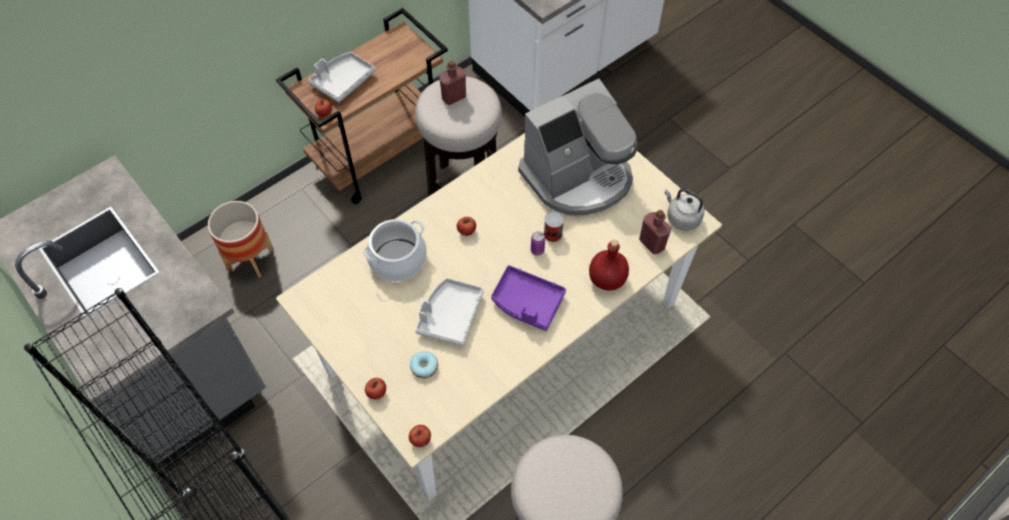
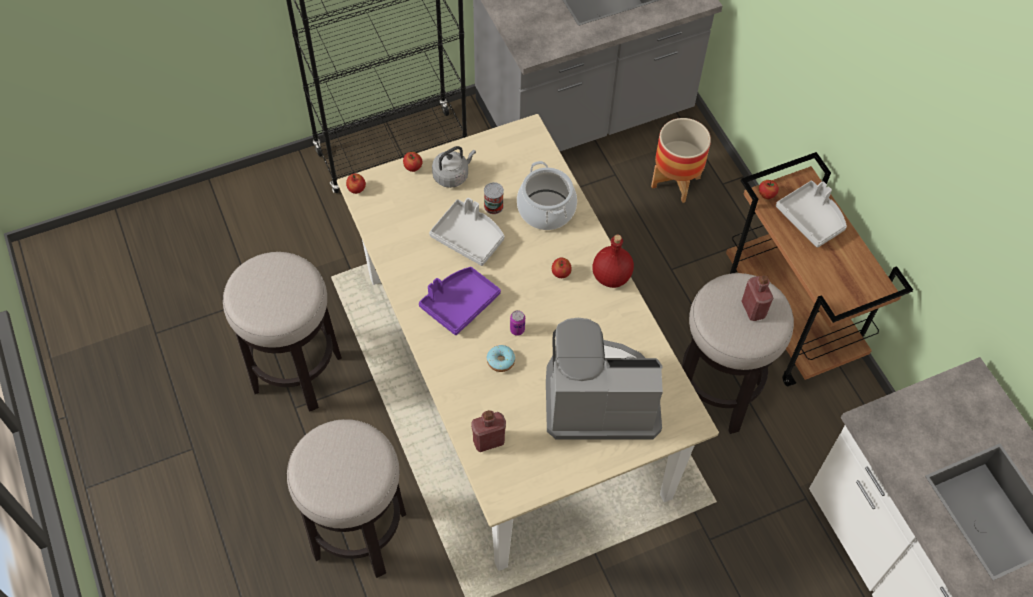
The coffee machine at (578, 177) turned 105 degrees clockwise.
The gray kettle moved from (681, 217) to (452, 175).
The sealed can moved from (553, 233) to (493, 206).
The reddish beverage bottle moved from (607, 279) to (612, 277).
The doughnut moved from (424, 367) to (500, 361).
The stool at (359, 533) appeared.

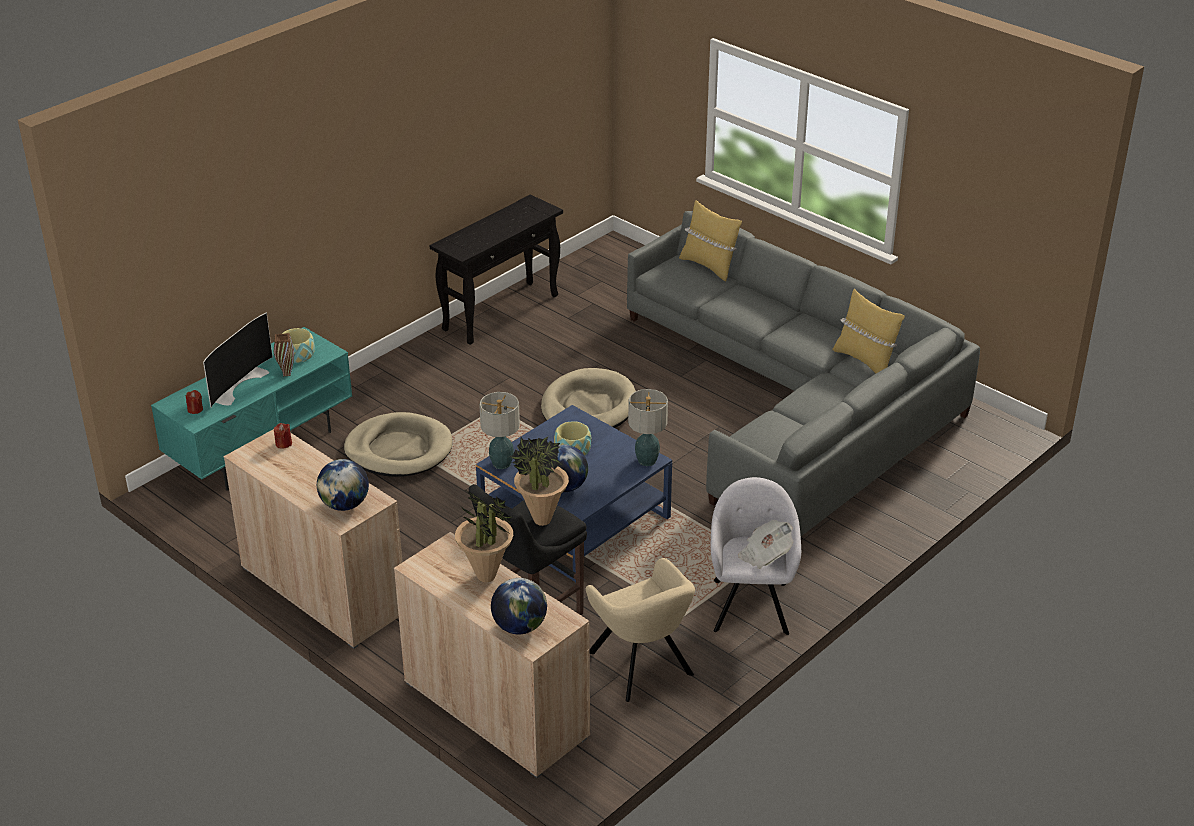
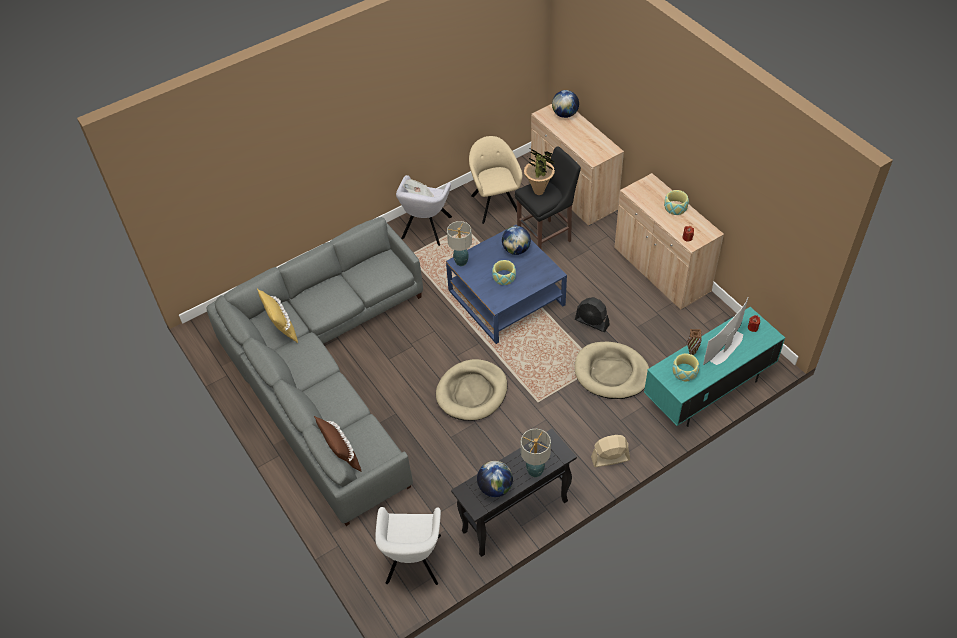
The yellowish cushion at (709, 266) became the brownish cushion at (341, 456).
The table lamp moved from (502, 463) to (534, 471).
The desk globe moved from (345, 504) to (495, 487).
The plant in a pot at (486, 576) disappeared.
The bowl at (675, 207) appeared.
The black cooling fan at (592, 322) appeared.
The beige cooling fan at (610, 458) appeared.
The white armchair at (413, 562) appeared.

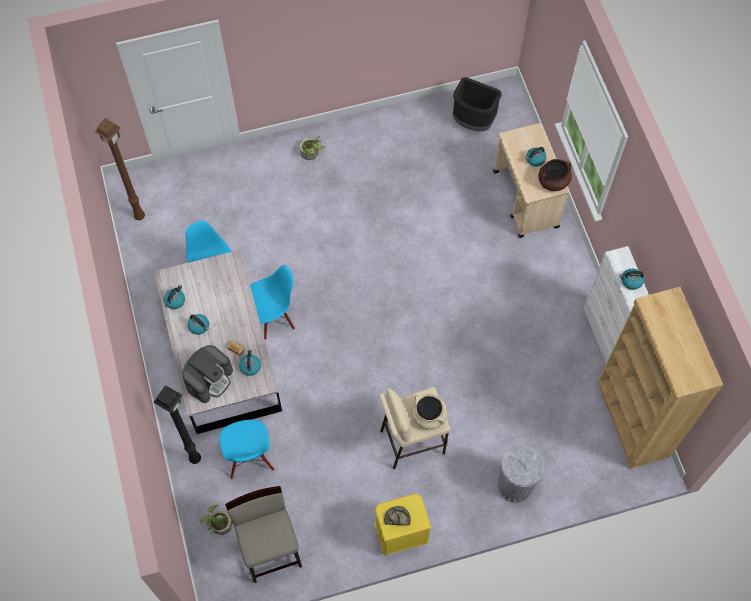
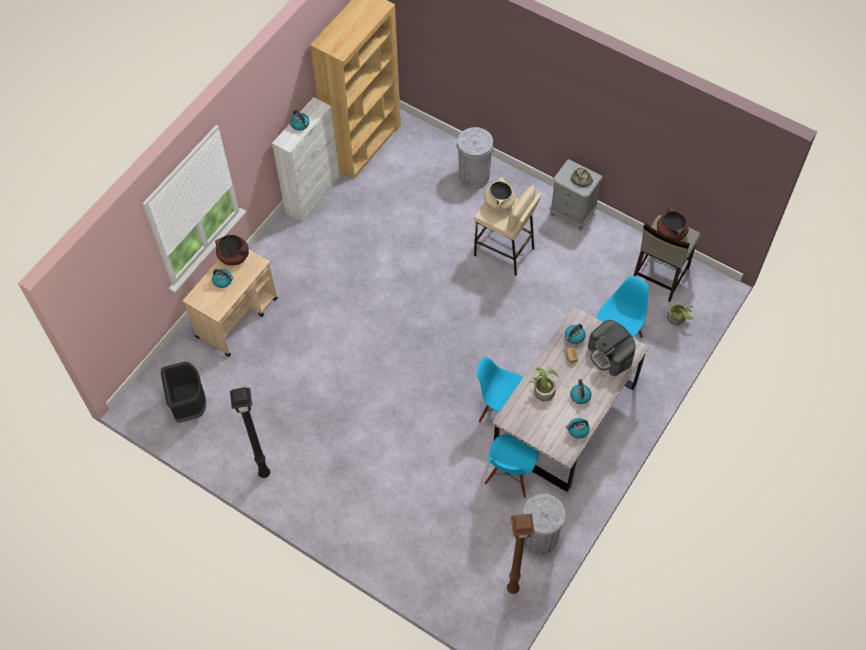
The plant in a pot moved from (311, 153) to (543, 389).
The coffee machine at (209, 379) turned 120 degrees counterclockwise.
The black floor lamp moved from (196, 458) to (263, 473).
The yellowish night table at (400, 535) became the gray night table at (572, 213).
The brownish saucepot at (670, 233) appeared.
The gray rubbish bin at (539, 538) appeared.

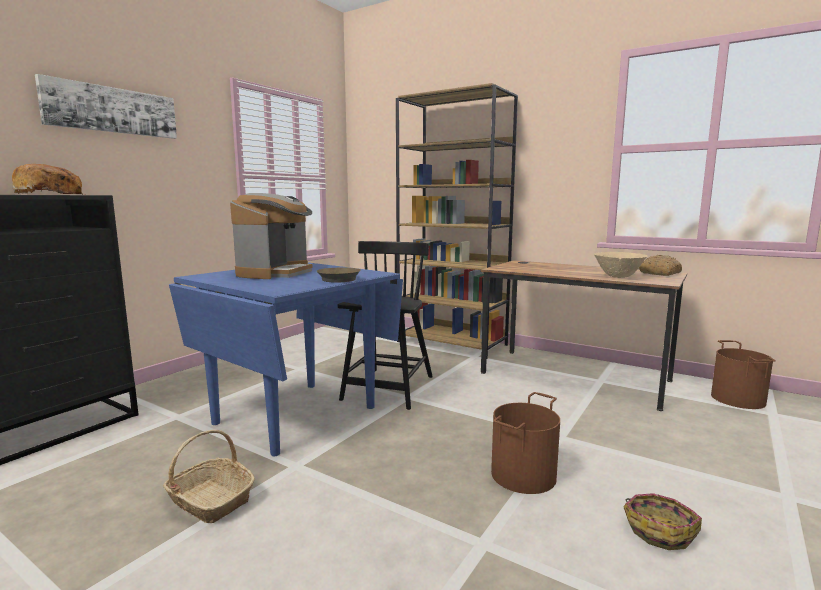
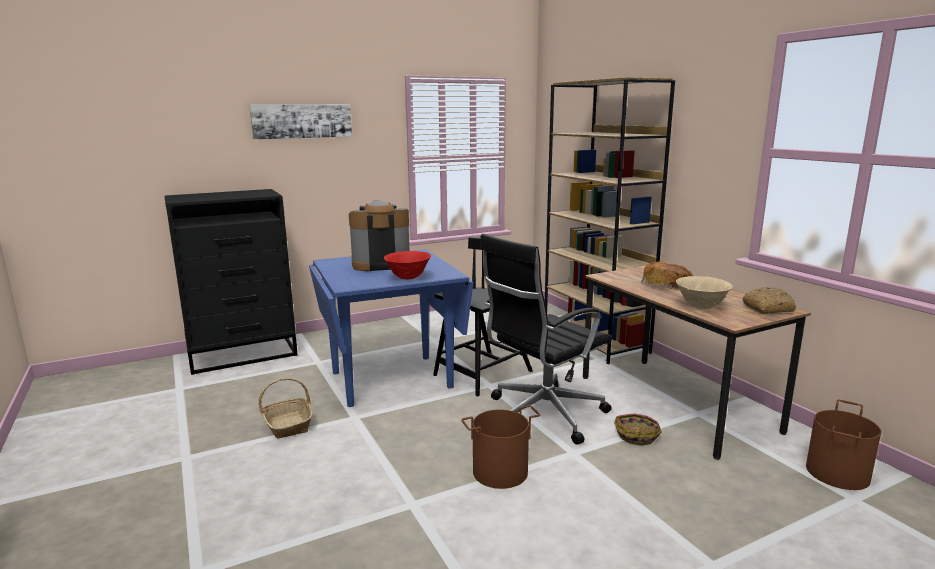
The baked bread moved from (51, 194) to (666, 284).
The coffee machine at (275, 273) turned 150 degrees counterclockwise.
The brownish frying pan at (337, 279) was replaced by the reddish bowl at (408, 278).
The storage basket moved from (659, 530) to (637, 435).
The black desk chair at (542, 415) appeared.

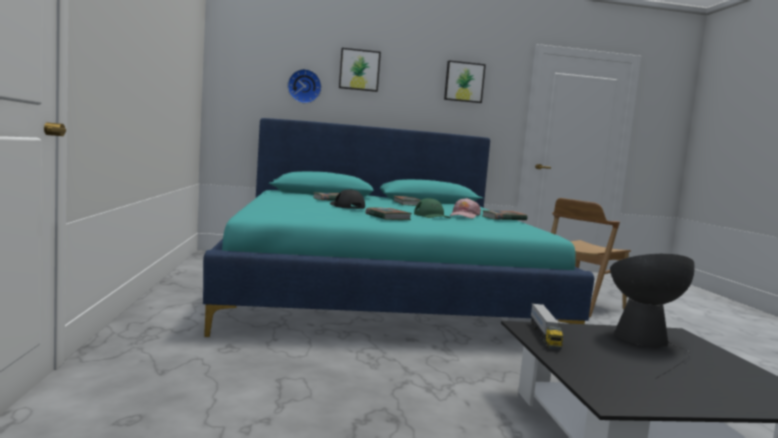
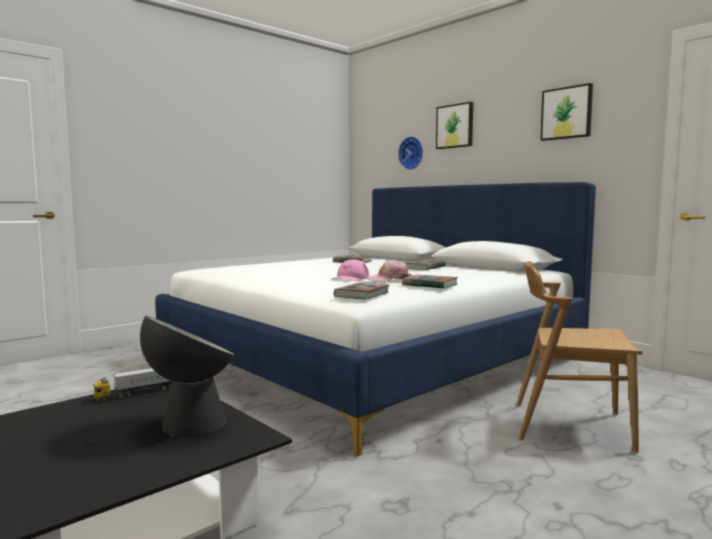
The turquoise-coloured sleeping bed at (379, 291) became the white sleeping bed at (372, 357).
The black baseball cap at (346, 206) disappeared.
The green-coloured baseball cap at (432, 216) became the pink-coloured baseball cap at (350, 278).
The bound book moved from (387, 217) to (362, 295).

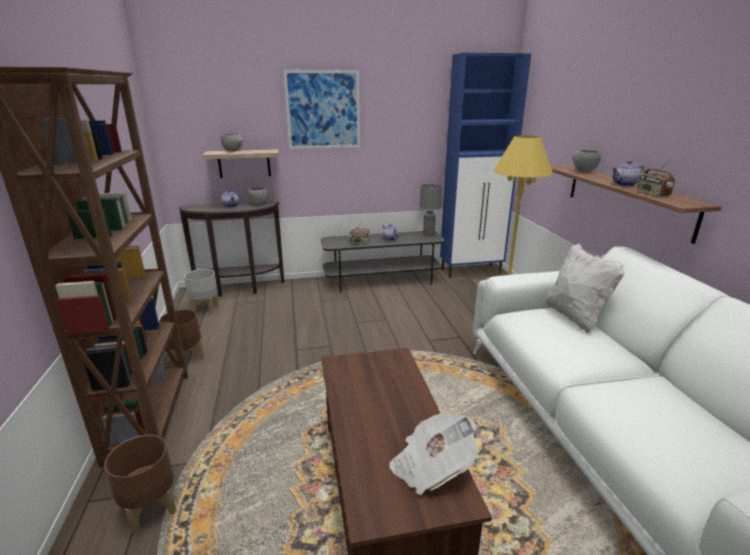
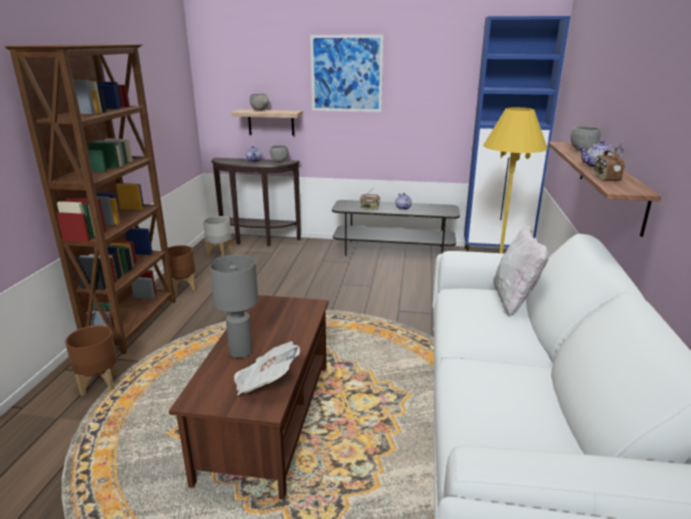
The gray table lamp moved from (428, 234) to (240, 352).

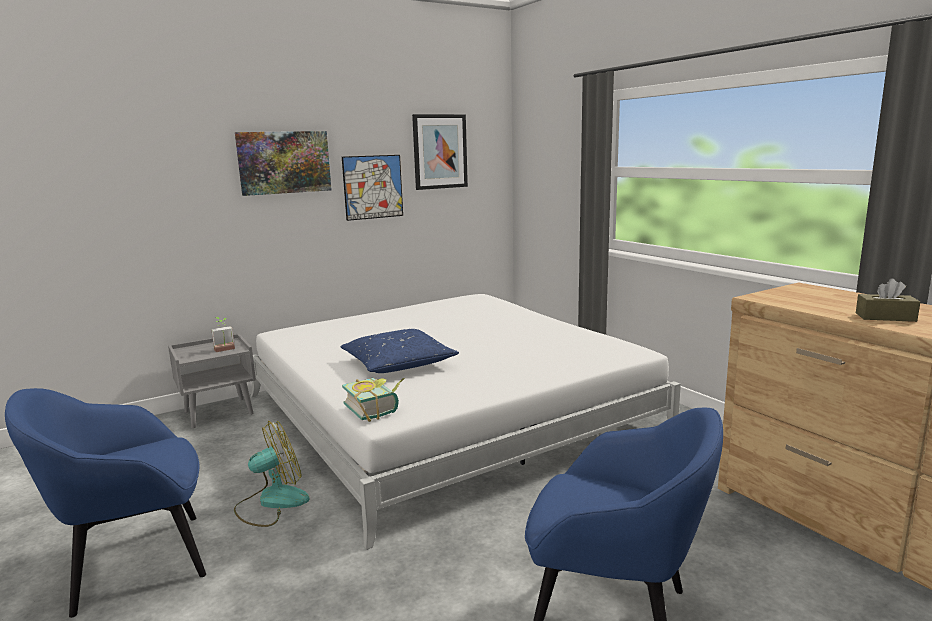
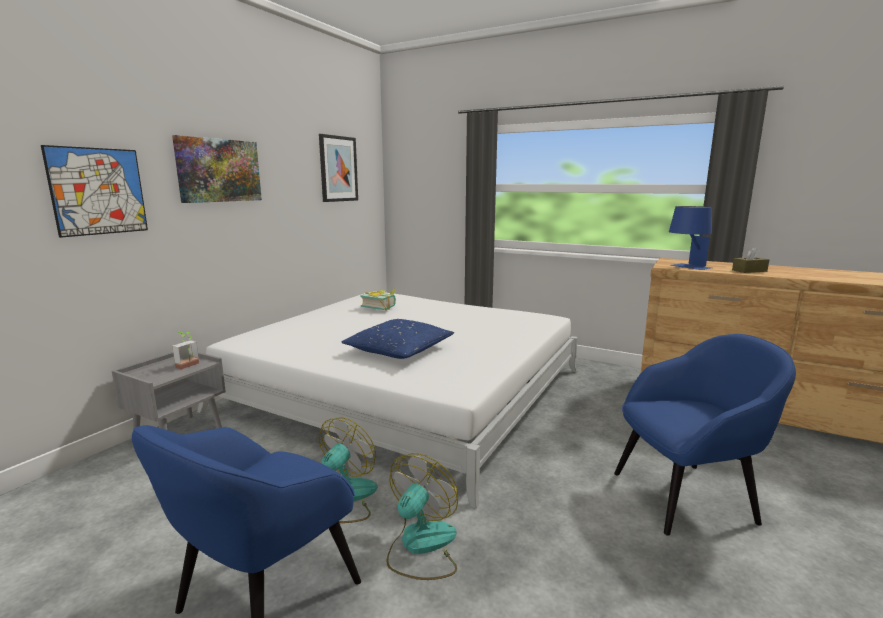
The wall picture moved from (373, 187) to (98, 191).
The bound book moved from (376, 409) to (380, 307).
The blue table lamp at (687, 267) appeared.
The cooling fan at (421, 546) appeared.

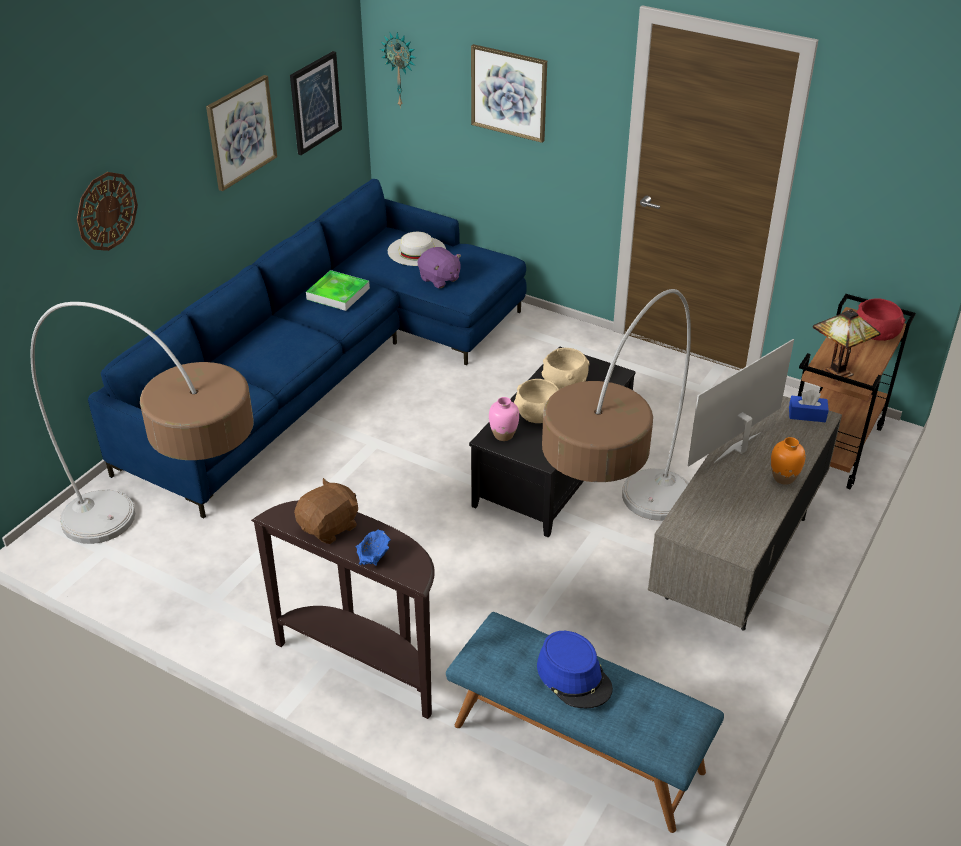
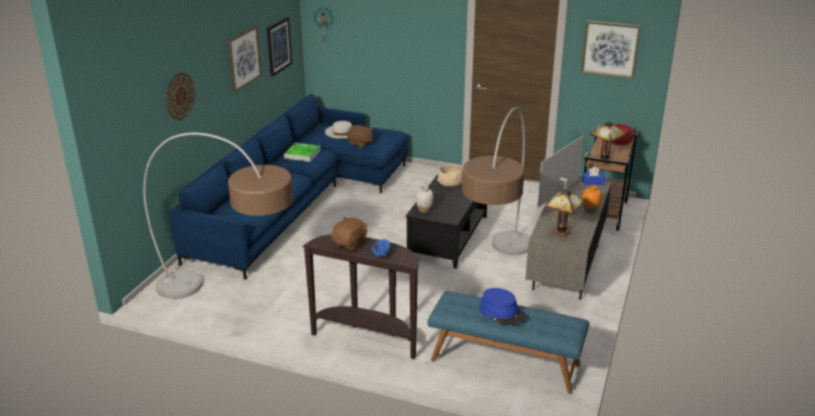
The wall picture moved from (509, 92) to (610, 49).
The purple-coloured soft toy at (439, 279) became the brownish soft toy at (360, 144).
The beige bowl at (539, 412) disappeared.
The pink-coloured vase at (503, 435) became the white vase at (424, 210).
The table lamp at (562, 232) appeared.

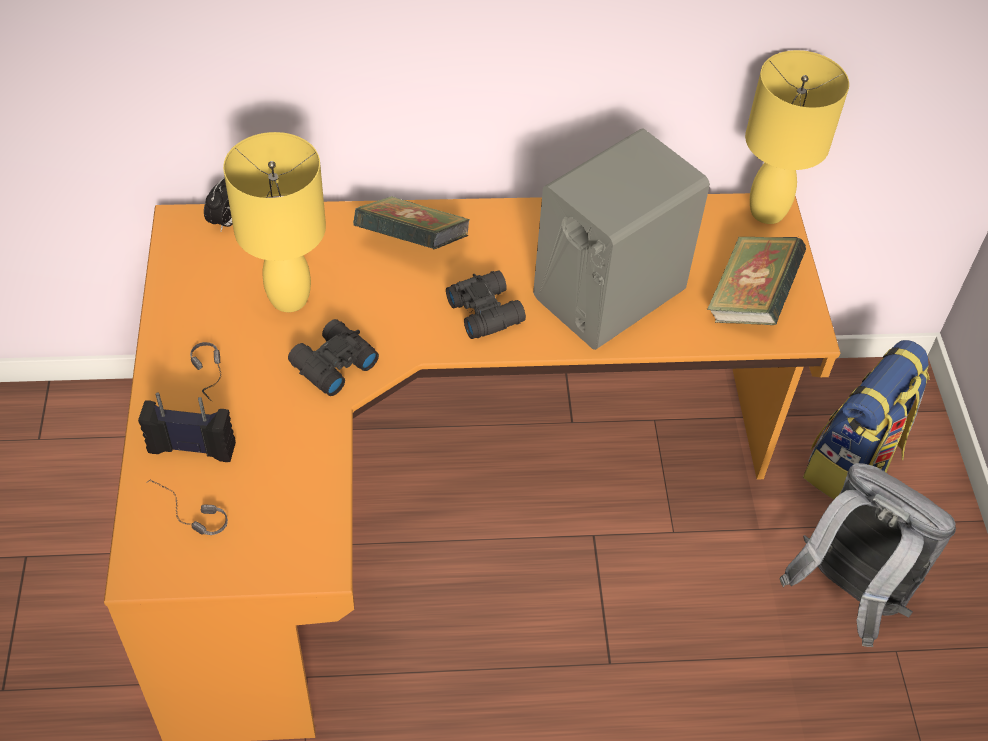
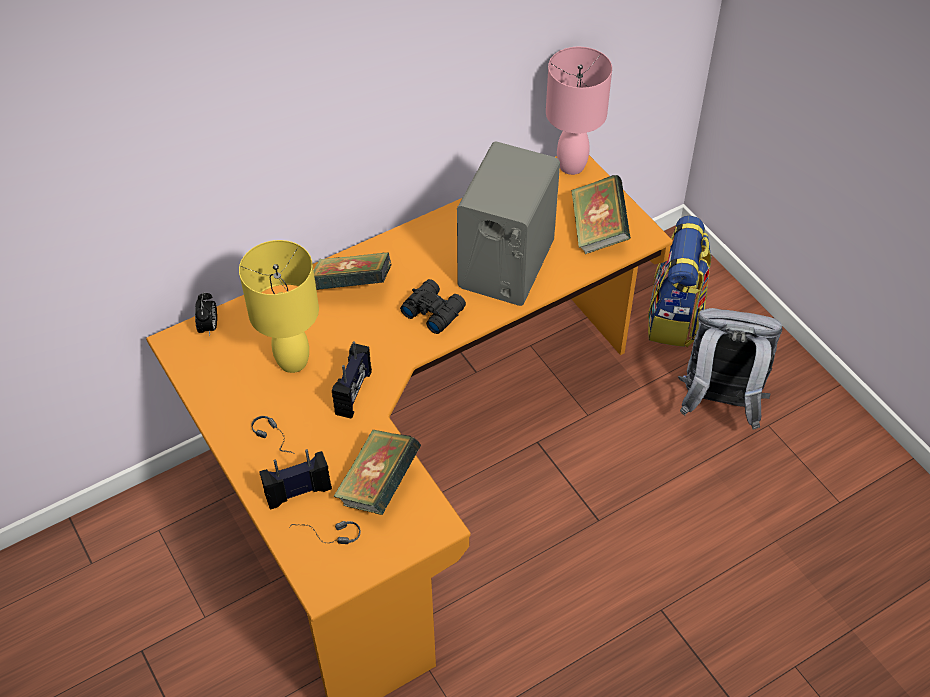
The yellowish table lamp at (767, 211) became the pink-coloured table lamp at (571, 165).
The black binoculars at (331, 364) was replaced by the radio set at (354, 393).
The bound book at (379, 486) appeared.

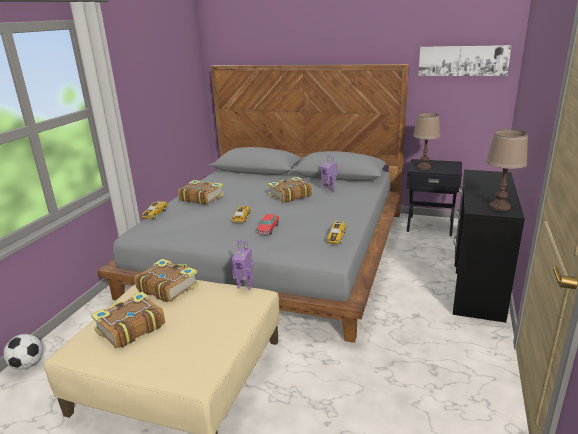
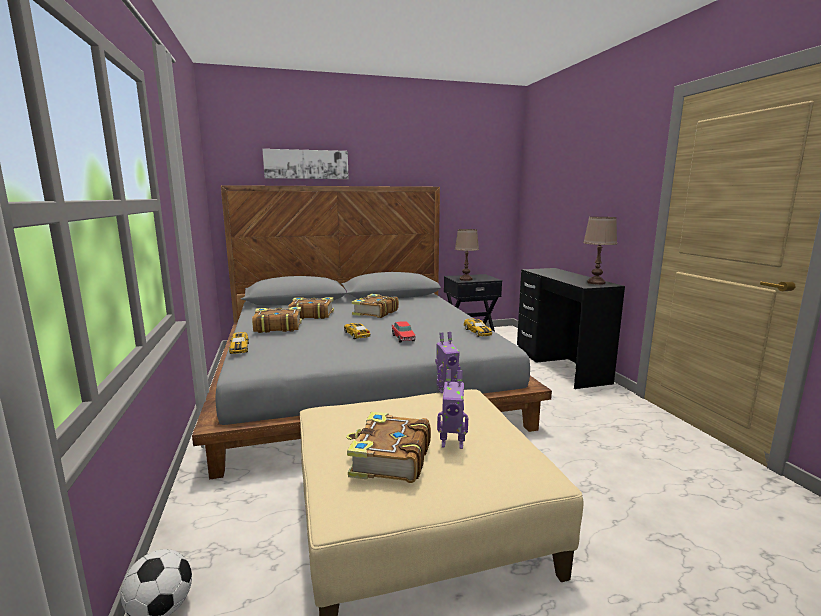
The wall picture moved from (463, 60) to (306, 164).
The robot figure moved from (329, 190) to (452, 443).
The bound book moved from (167, 287) to (311, 315).

